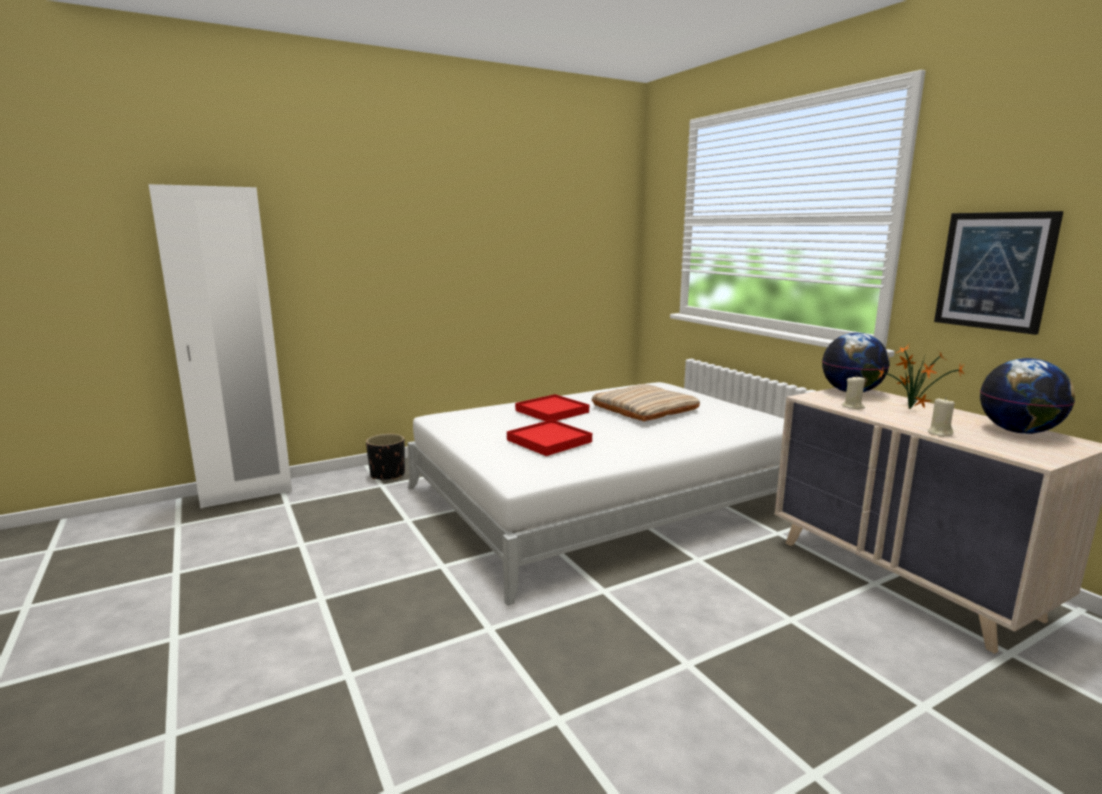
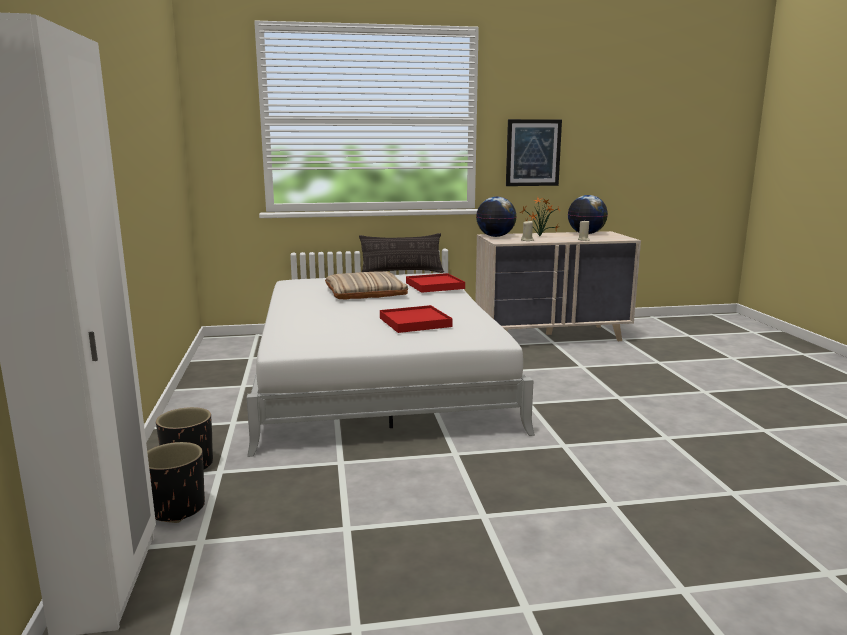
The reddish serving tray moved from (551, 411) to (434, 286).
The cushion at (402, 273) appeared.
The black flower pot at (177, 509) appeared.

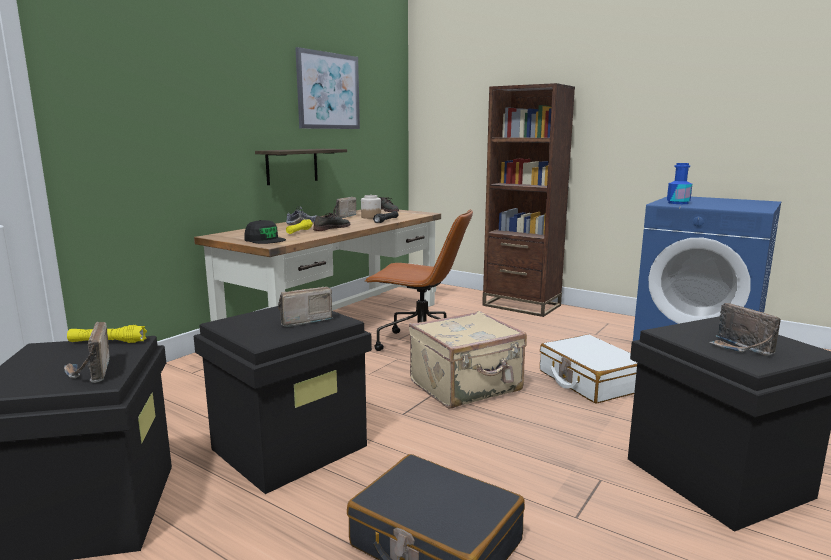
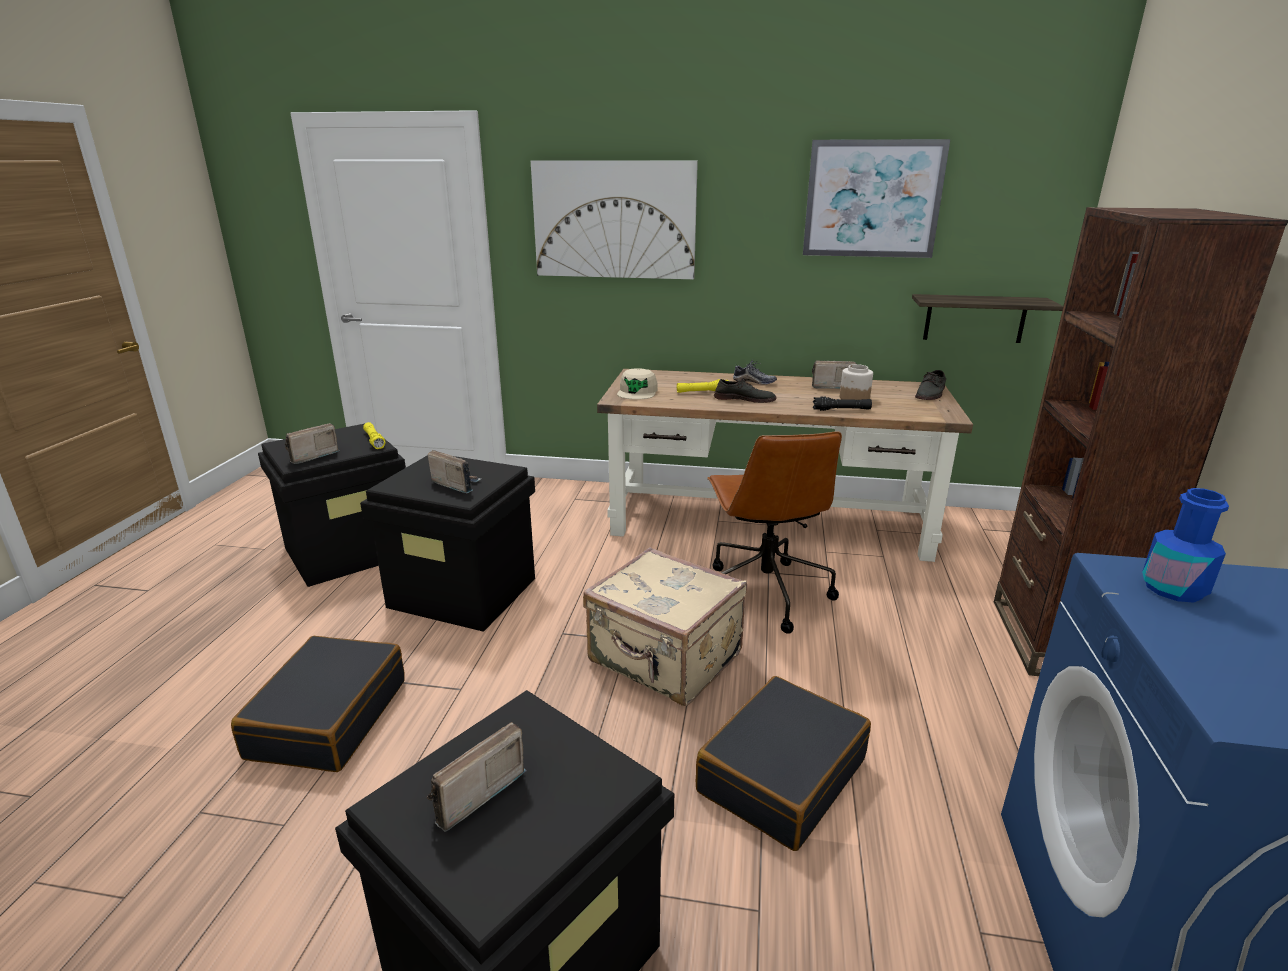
The bracket shelf moved from (292, 166) to (974, 318).
The black baseball cap at (265, 240) became the beige baseball cap at (637, 392).
The white travel case at (590, 381) became the black travel case at (781, 775).
The wall picture at (614, 220) appeared.

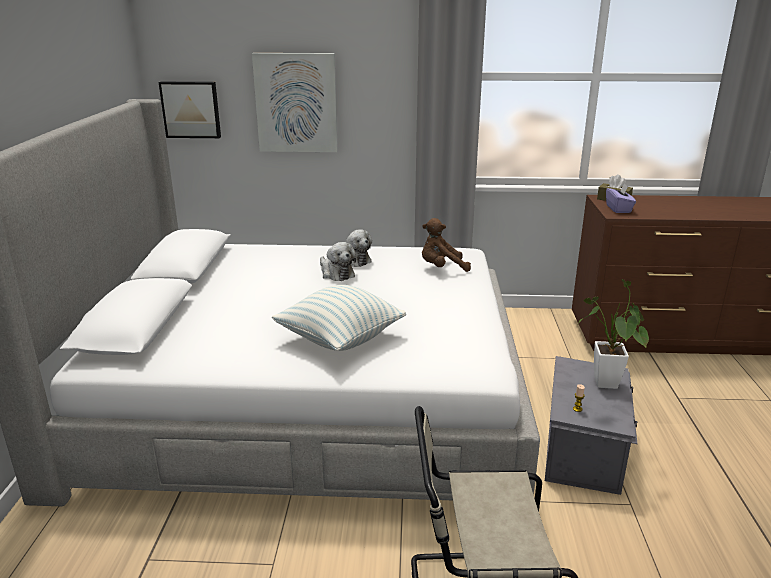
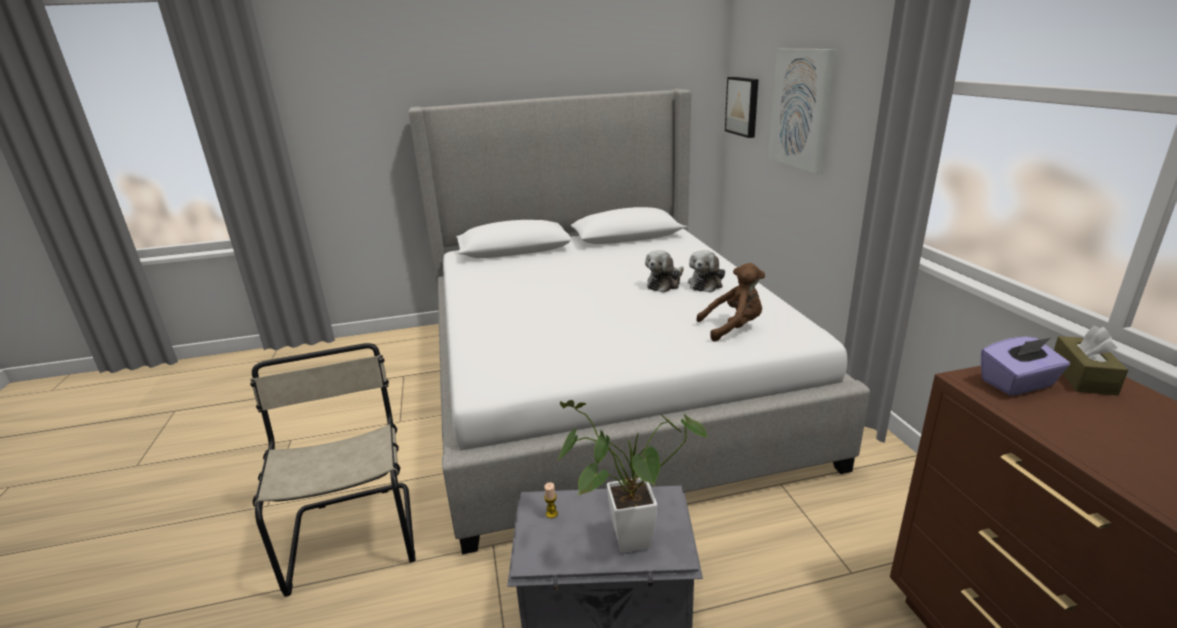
The brownish soft toy at (442, 268) turned 105 degrees clockwise.
The cushion at (340, 339) disappeared.

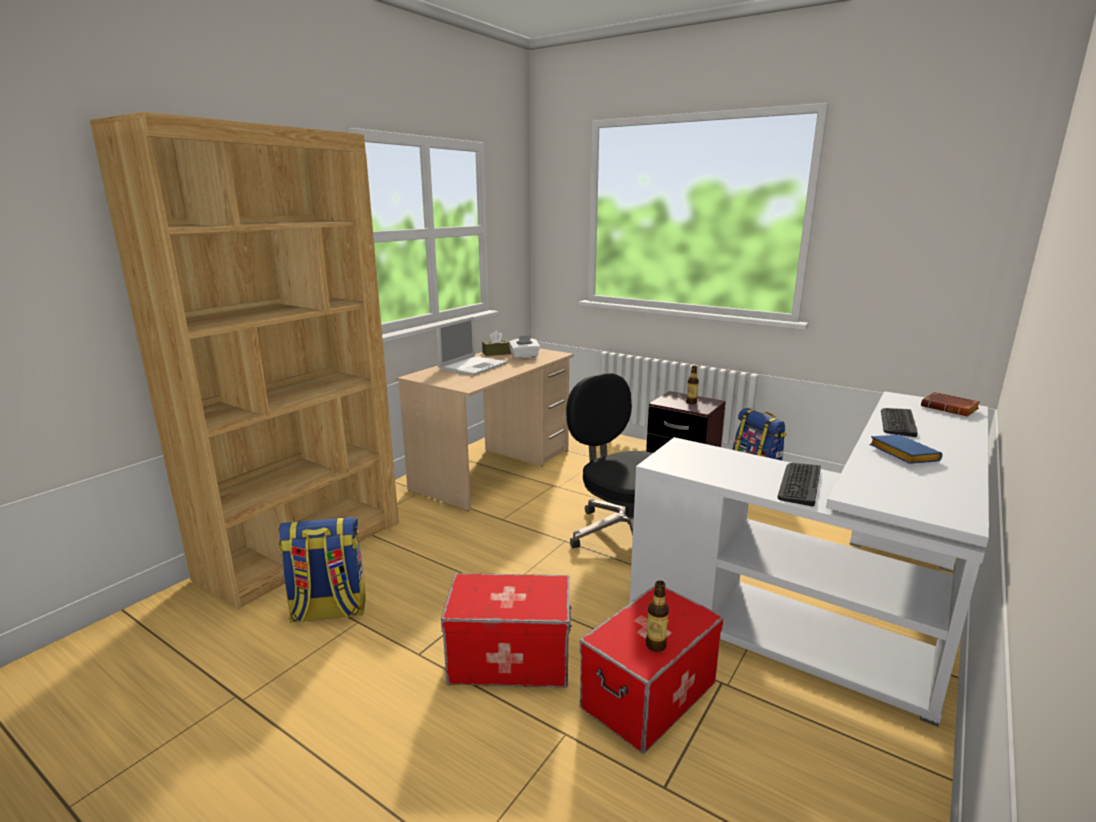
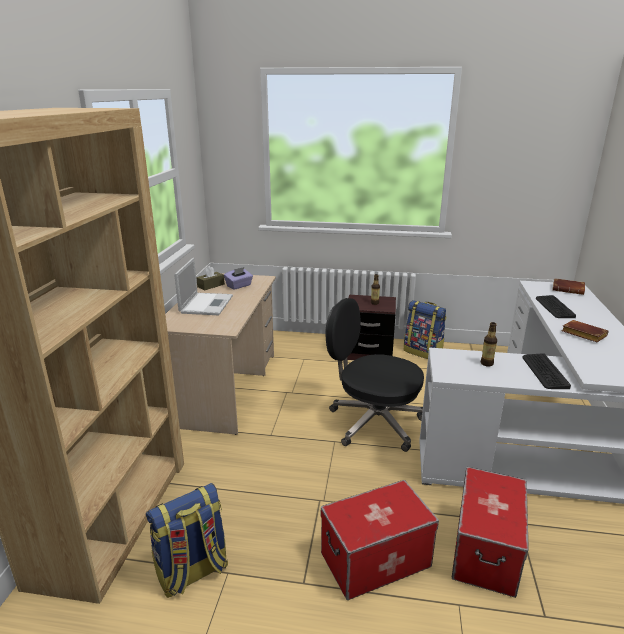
The white tissue holder at (524, 356) became the purple-coloured tissue holder at (239, 286).
The blue bound book at (900, 454) became the brownish bound book at (582, 334).
The beverage bottle moved from (656, 645) to (487, 363).

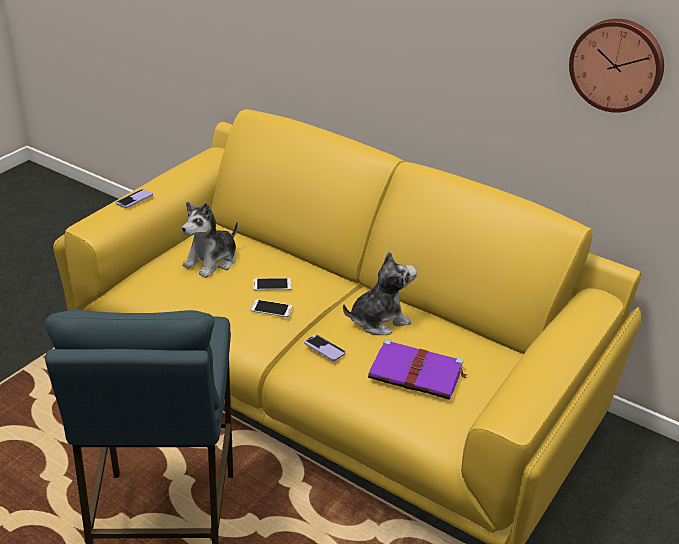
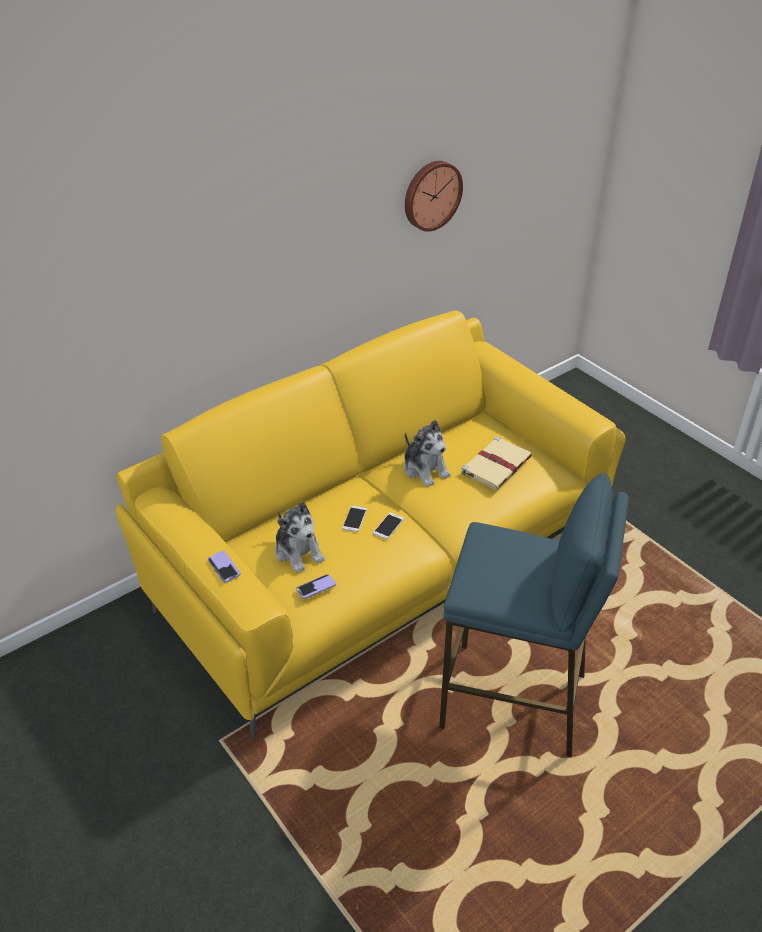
The soft toy at (378, 320) turned 150 degrees clockwise.
The handset moved from (324, 349) to (316, 587).
The purple-coloured bound book at (417, 373) became the beige bound book at (496, 465).

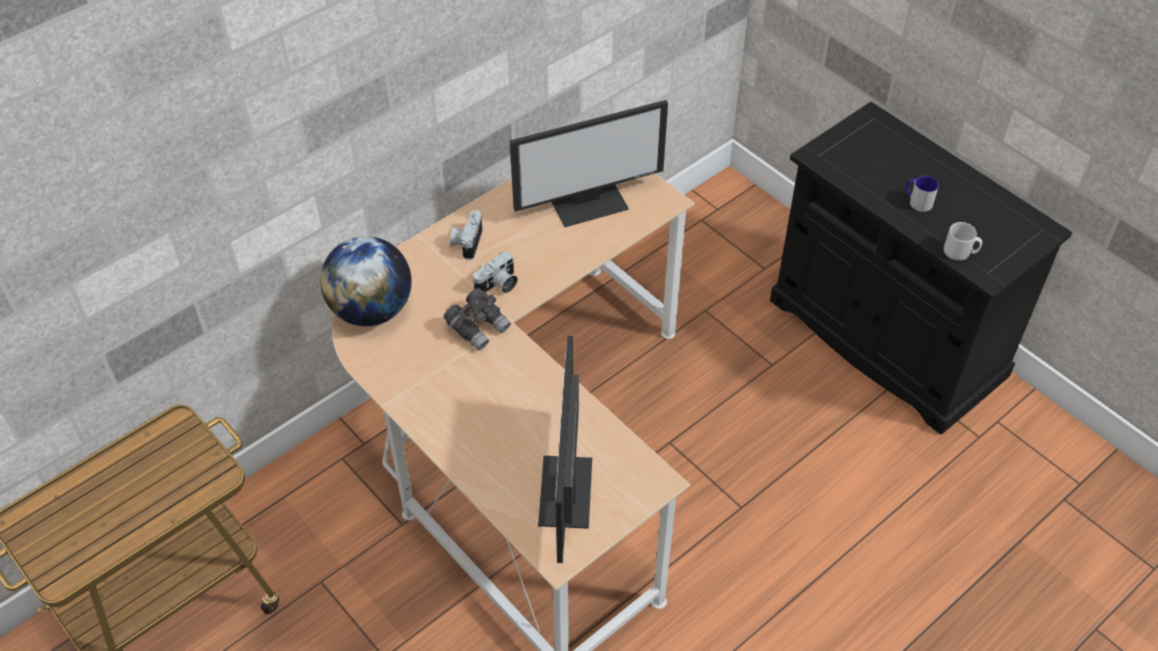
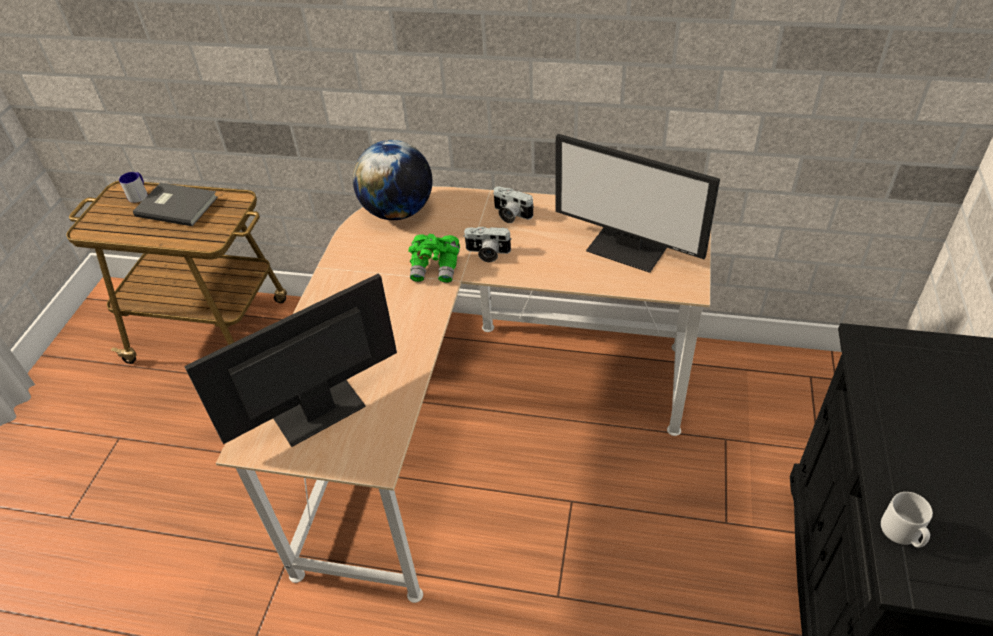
The tea mug moved from (917, 201) to (139, 194).
The still camera at (466, 242) turned 120 degrees counterclockwise.
The gray binoculars at (478, 327) became the green-coloured binoculars at (436, 268).
The gray bound book at (177, 205) appeared.

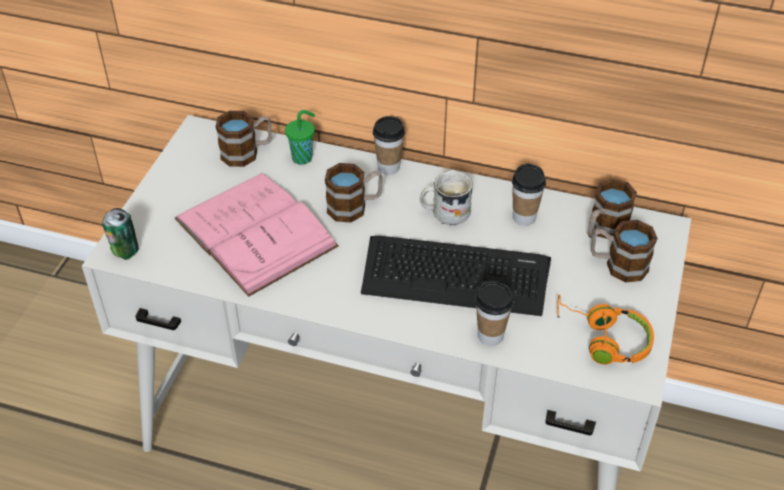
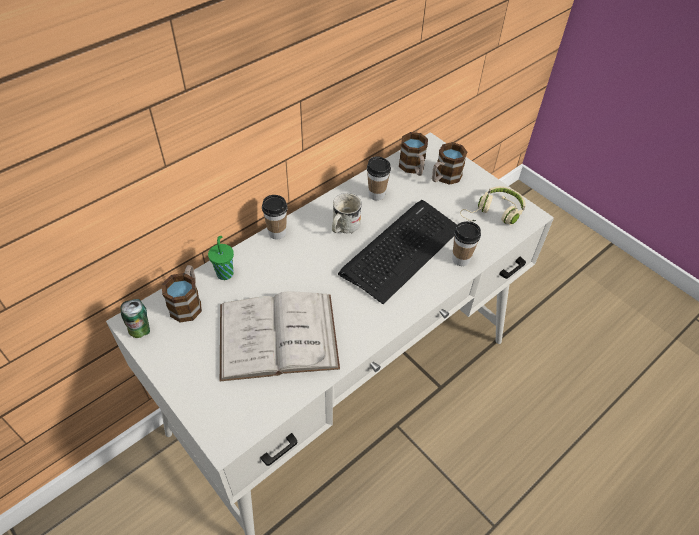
The tea mug at (354, 207) disappeared.
The pink-coloured bound book at (255, 232) became the white bound book at (278, 336).
The sealed can moved from (125, 252) to (141, 331).
The orange headphones at (602, 339) became the beige headphones at (494, 213).

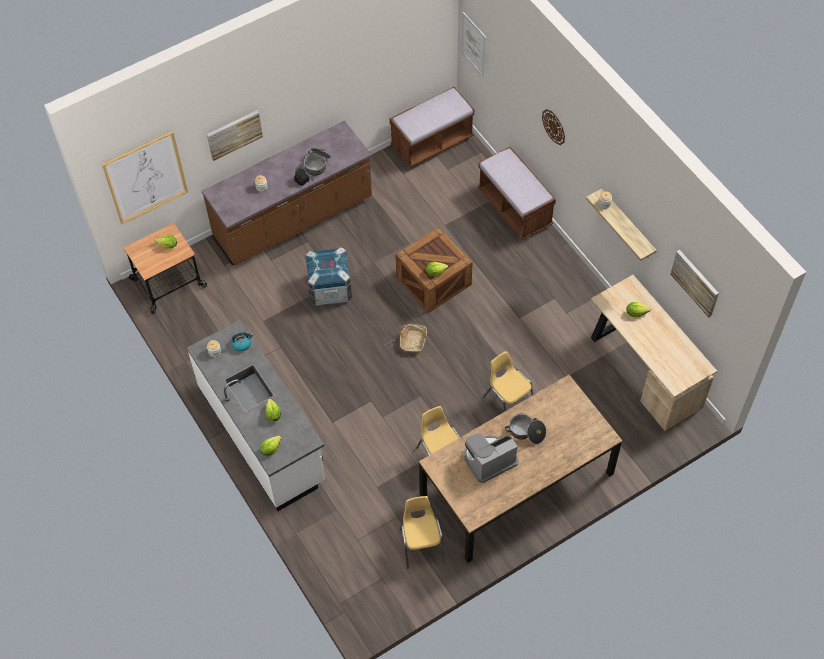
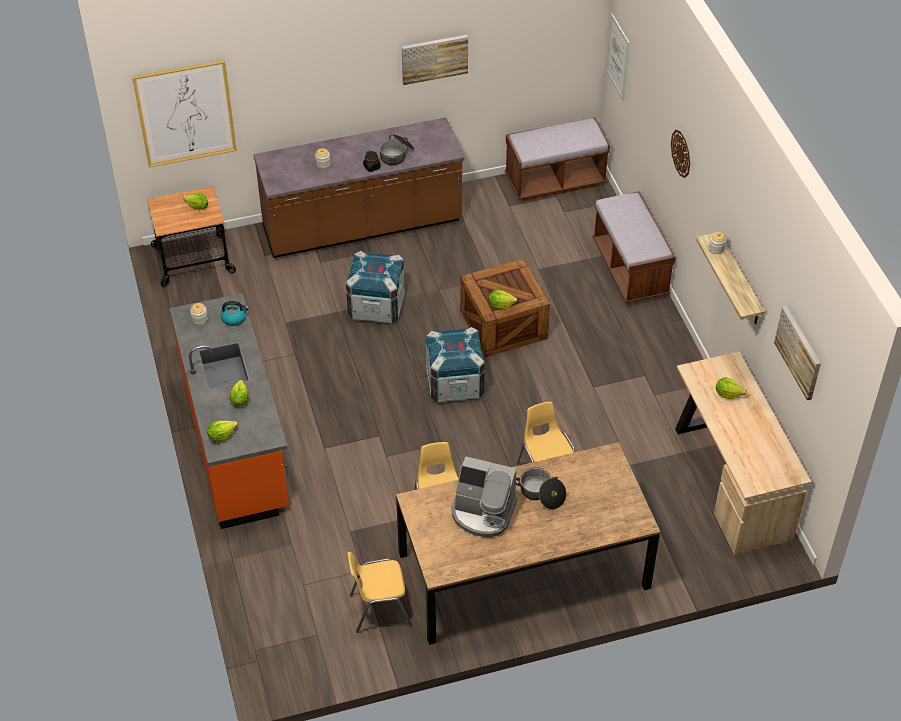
The wall picture moved from (234, 134) to (434, 58).
The white counter at (263, 435) became the orange counter at (236, 442).
The storage basket at (413, 341) was replaced by the crate at (455, 383).
The coffee machine at (488, 459) turned 150 degrees counterclockwise.
The yellowish plain chair at (421, 545) turned 105 degrees counterclockwise.

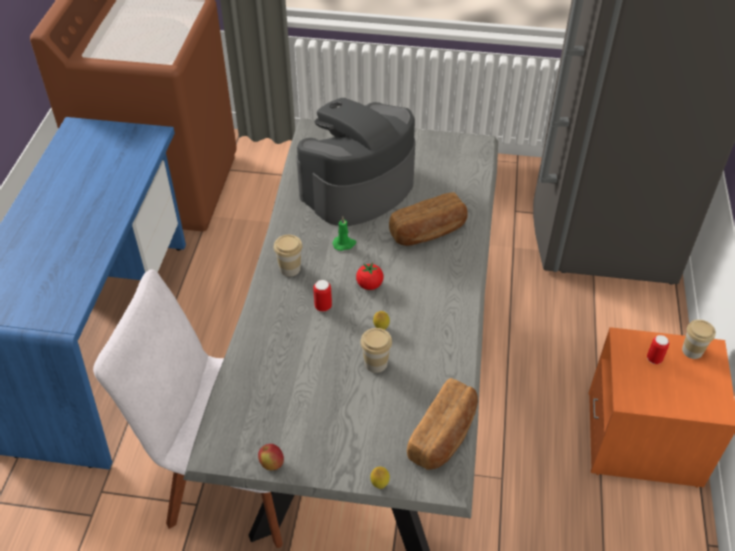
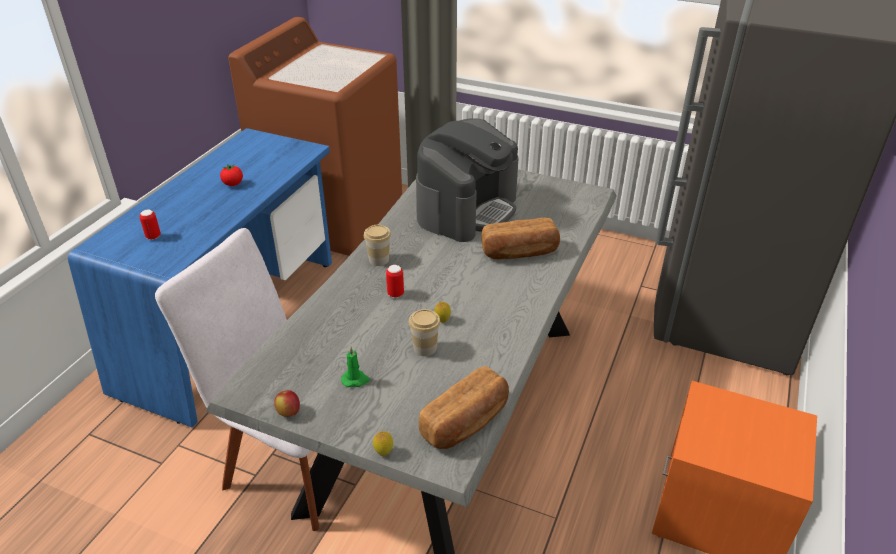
The coffee machine at (357, 188) turned 150 degrees clockwise.
The green-coloured wax light moved from (344, 244) to (355, 380).
The tomato moved from (369, 285) to (233, 184).
The small cup at (692, 350) disappeared.
The sealed can moved from (654, 359) to (153, 236).

